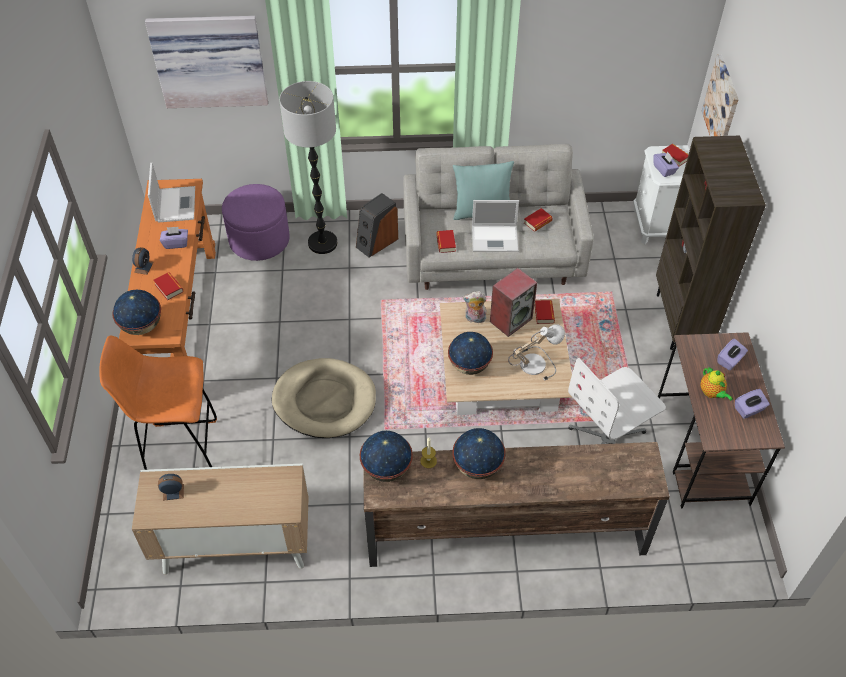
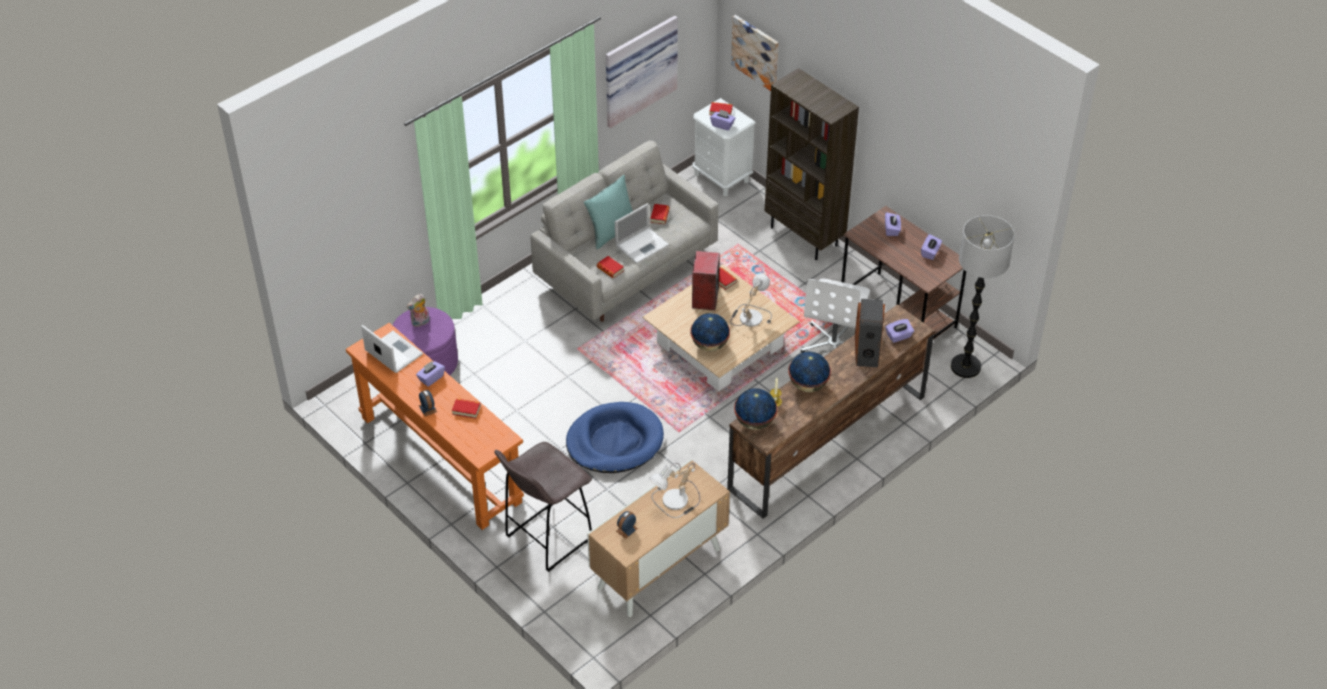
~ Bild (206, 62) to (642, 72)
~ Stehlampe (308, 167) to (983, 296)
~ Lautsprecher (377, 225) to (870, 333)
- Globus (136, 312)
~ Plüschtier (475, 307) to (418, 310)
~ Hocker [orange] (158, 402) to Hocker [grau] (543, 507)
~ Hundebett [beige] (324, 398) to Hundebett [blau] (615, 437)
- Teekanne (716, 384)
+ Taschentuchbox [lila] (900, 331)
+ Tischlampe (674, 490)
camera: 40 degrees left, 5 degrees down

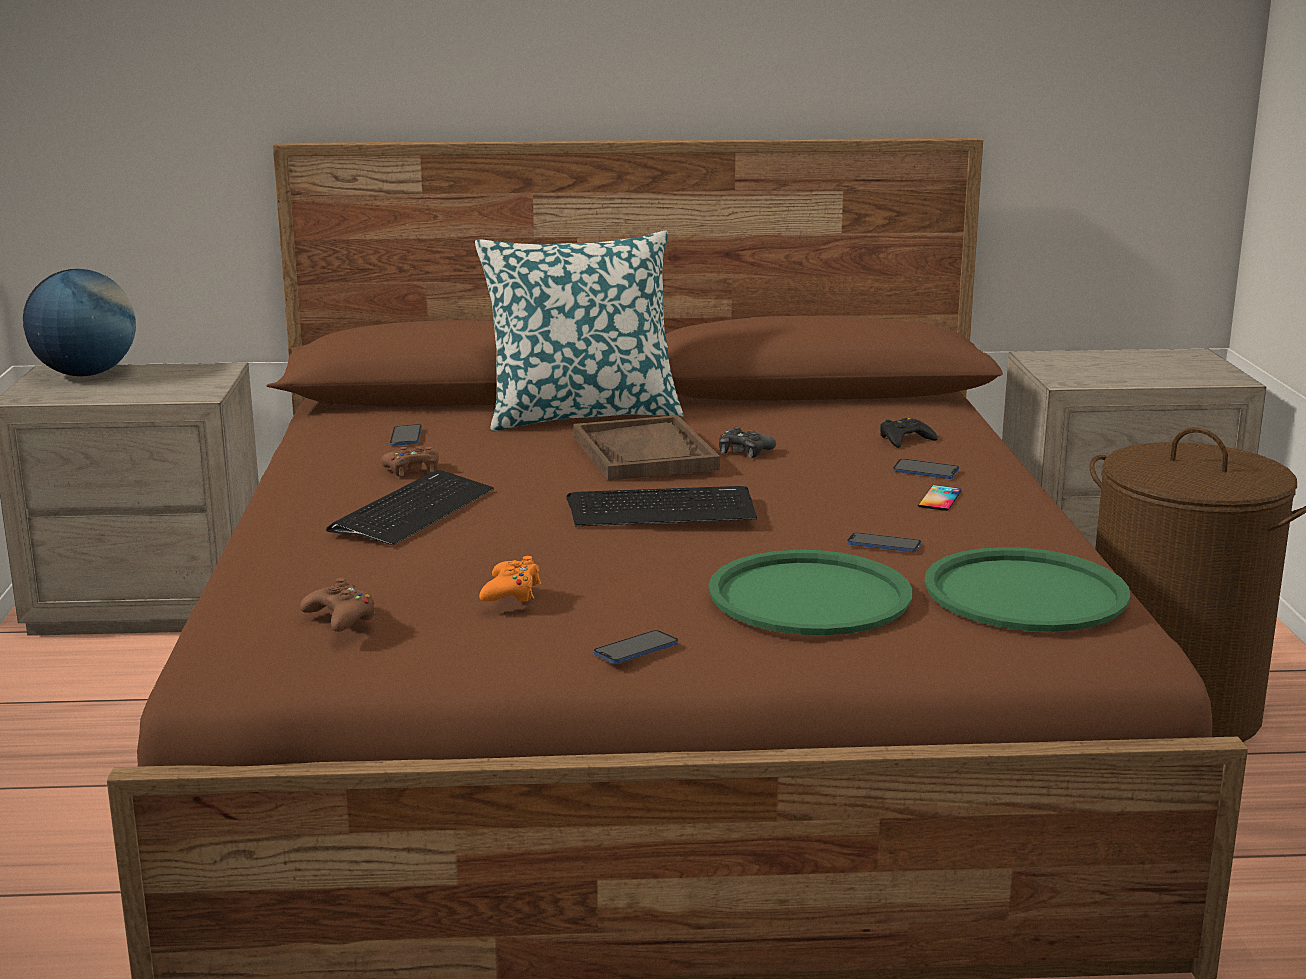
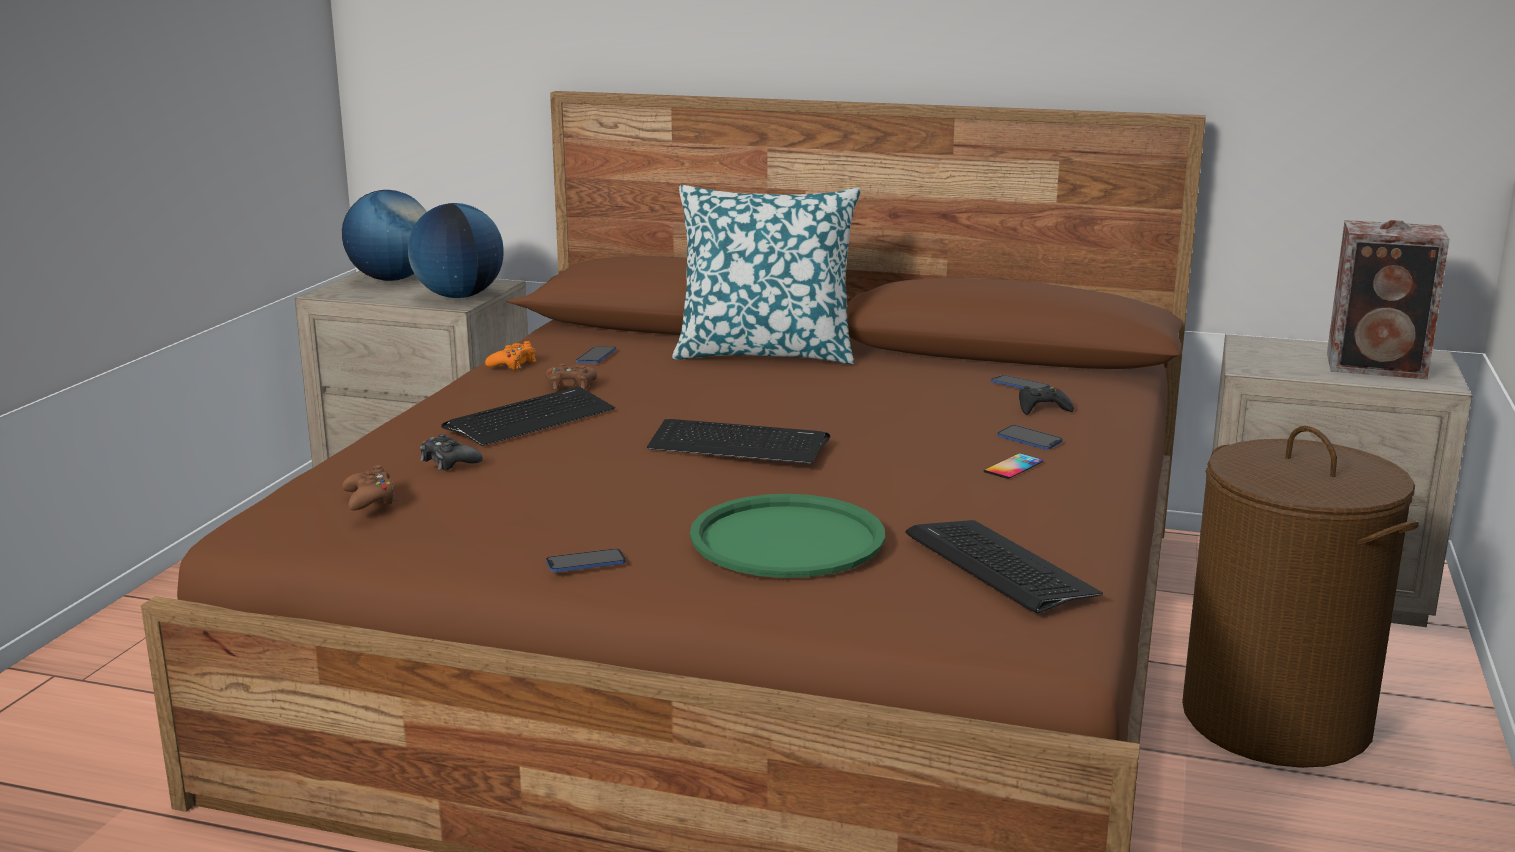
- Tablett [braun] (646, 447)
~ Gamepad [schwarz] (747, 442) to (451, 452)
~ Handy (884, 542) to (1020, 382)
~ Tablett [grün] (1027, 589) to Tastatur (1004, 566)
~ Gamepad [orange] (510, 579) to (510, 355)
+ Globus (455, 250)
+ Lautsprecher (1388, 299)
camera: 20 degrees right, 0 degrees up

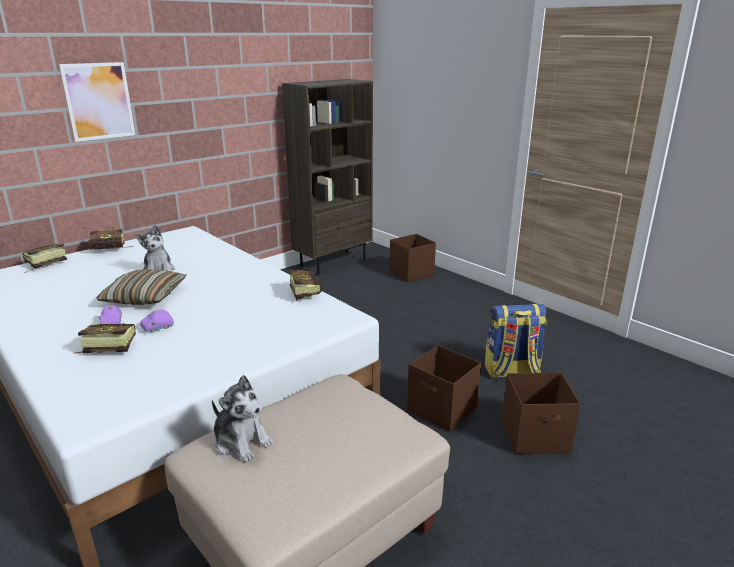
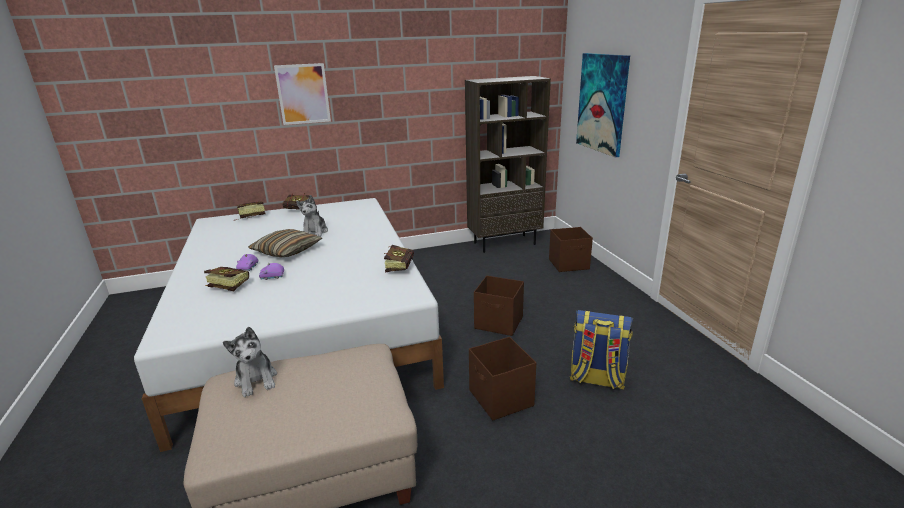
~ Aufbewahrungsbox [braun] (541, 413) to (499, 306)
+ Bild (603, 105)
camera: 25 degrees right, 0 degrees up

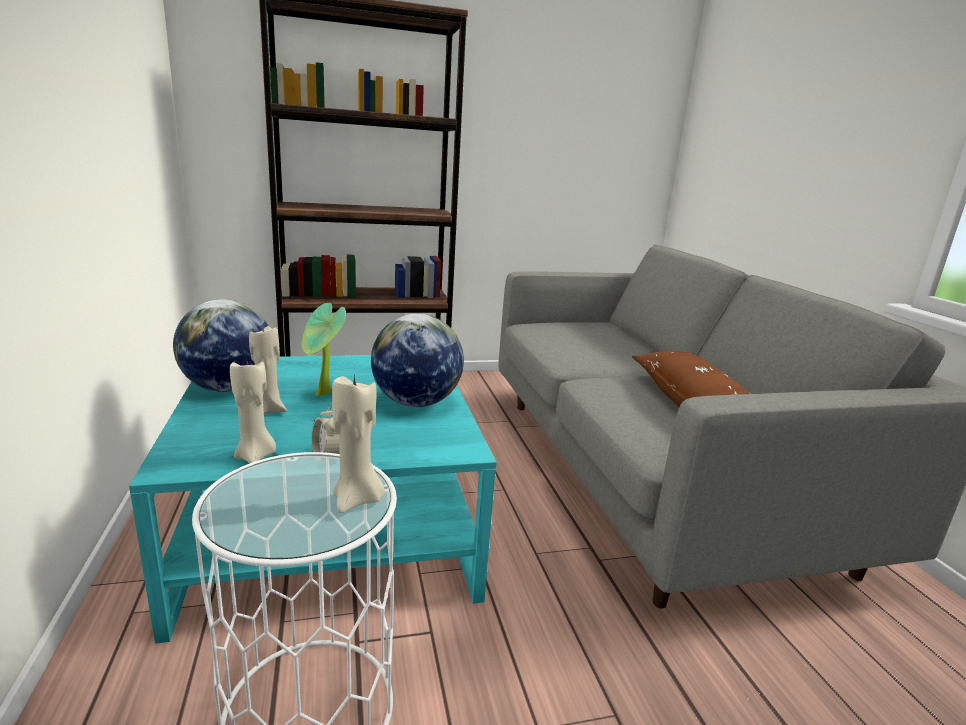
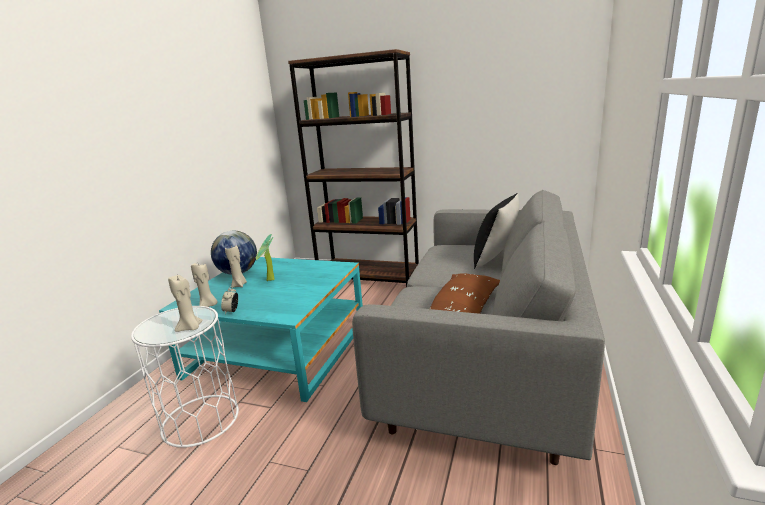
- Globus (417, 360)
+ Kissen [schwarz] (496, 231)
camera: 35 degrees right, 0 degrees up

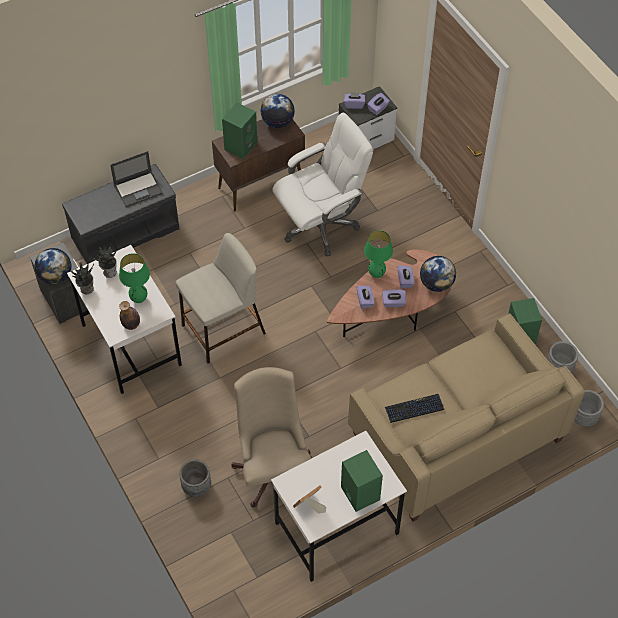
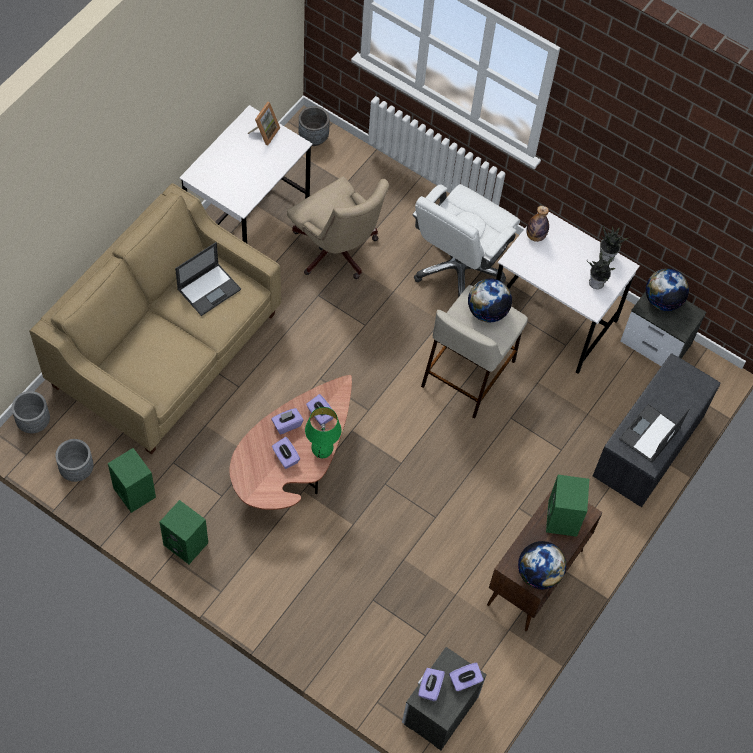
~ Bürostuhl [weiß] (323, 184) to (466, 240)
- Tischlampe [grün] (134, 278)
~ Globus (438, 274) to (490, 300)
~ Tastatur (414, 408) to Laptop (208, 279)
~ Lautsprecher [grün] (362, 481) to (184, 532)
~ Pflanzkübel [grau] (195, 478) to (313, 126)
camera: 150 degrees right, 5 degrees up

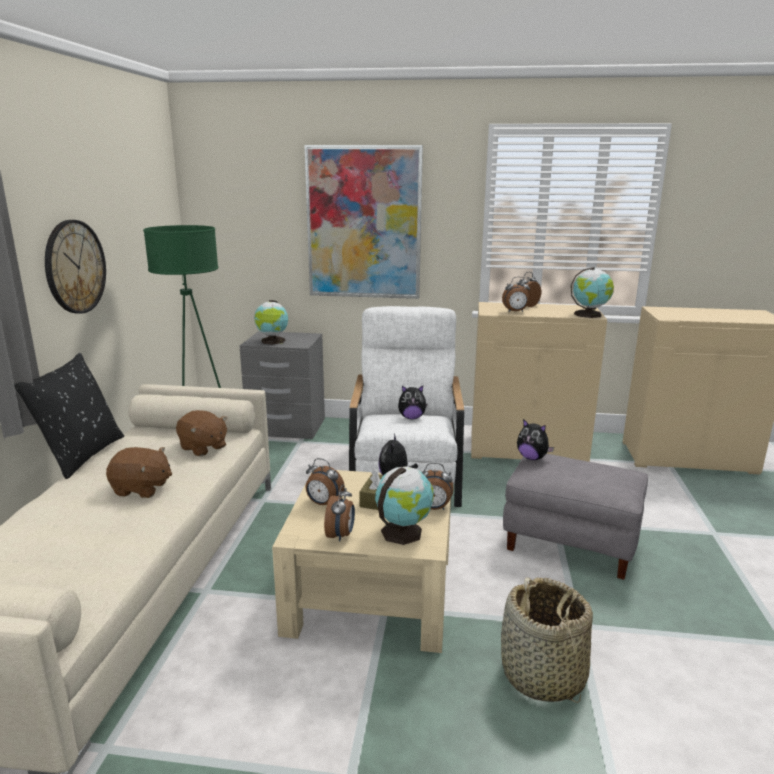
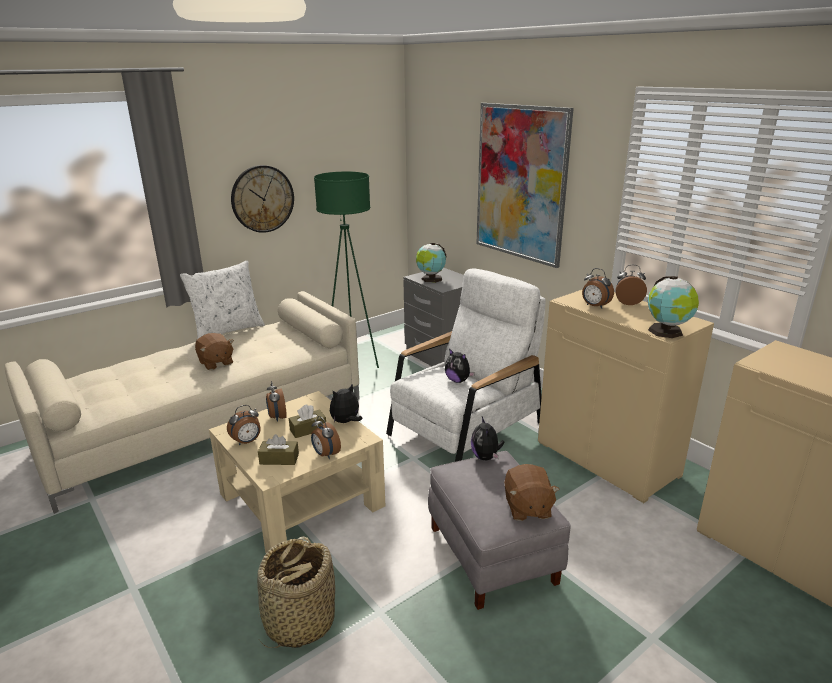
~ Kissen [schwarz] (69, 416) to Kissen [weiß] (222, 299)
~ Plüschtier [braun] (201, 433) to (531, 492)
~ Globus (404, 505) to Taschentuchbox [braun] (278, 449)
camera: 45 degrees right, 5 degrees up

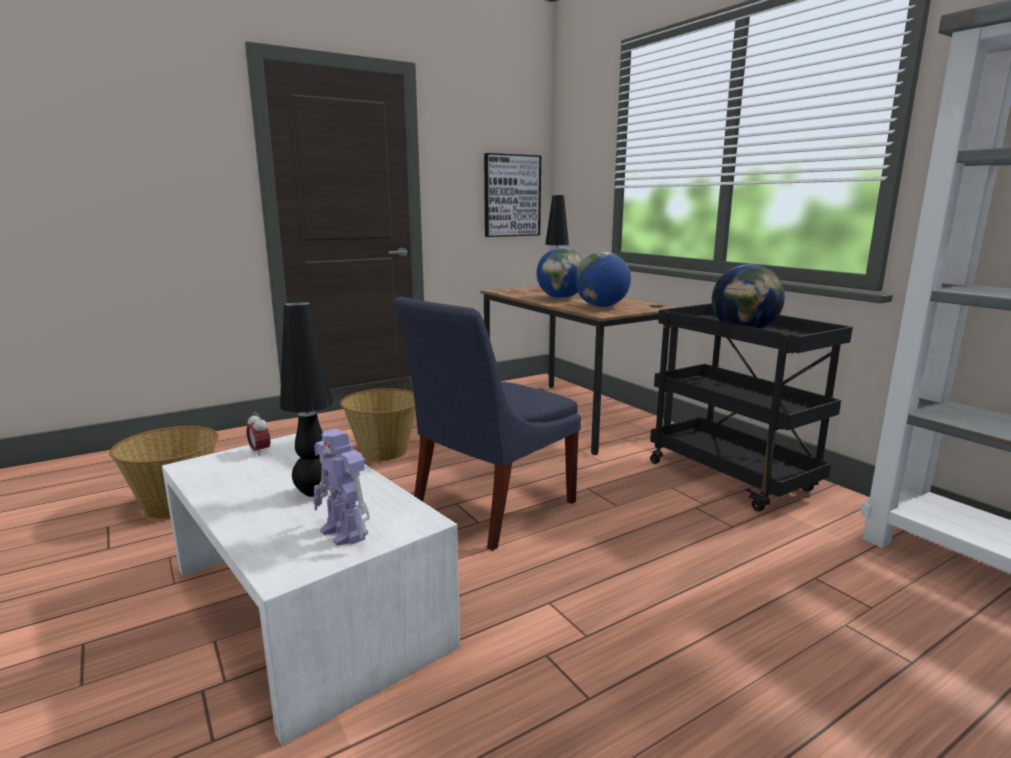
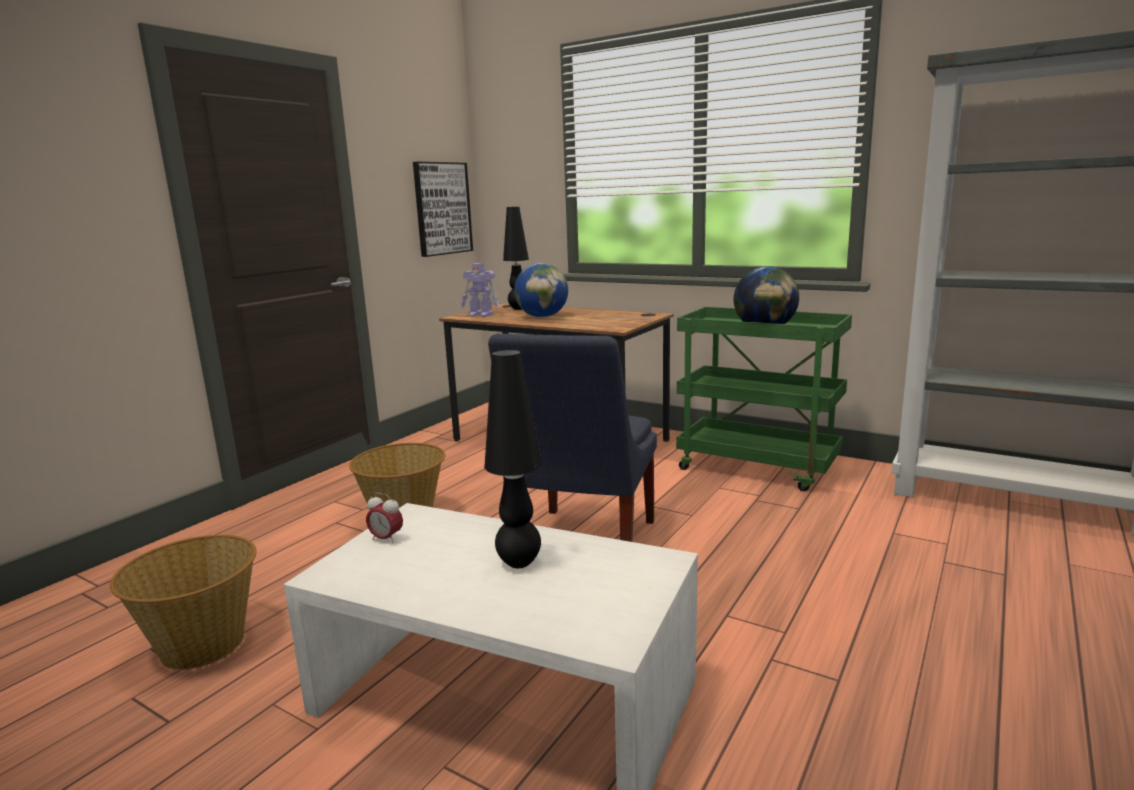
- Globus (603, 279)
~ Rollwagen [schwarz] (751, 407) to Rollwagen [grün] (764, 399)
~ Spielzeugroboter (341, 487) to (480, 290)
camera: 25 degrees left, 0 degrees up

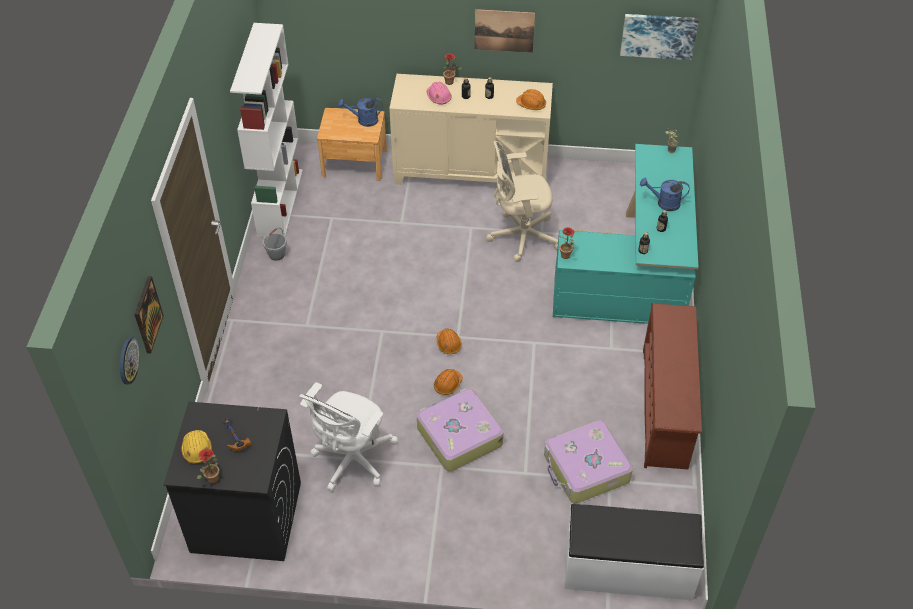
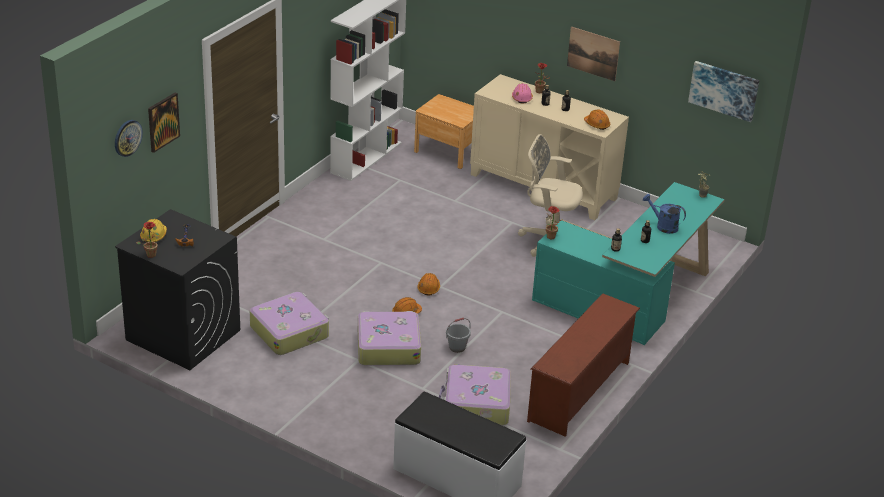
- Gießkanne [blau] (360, 112)
~ Eimer [grau] (275, 244) to (458, 335)
~ Bürostuhl [weiß] (348, 436) to Koffer (289, 323)
camera: 25 degrees right, 15 degrees down

